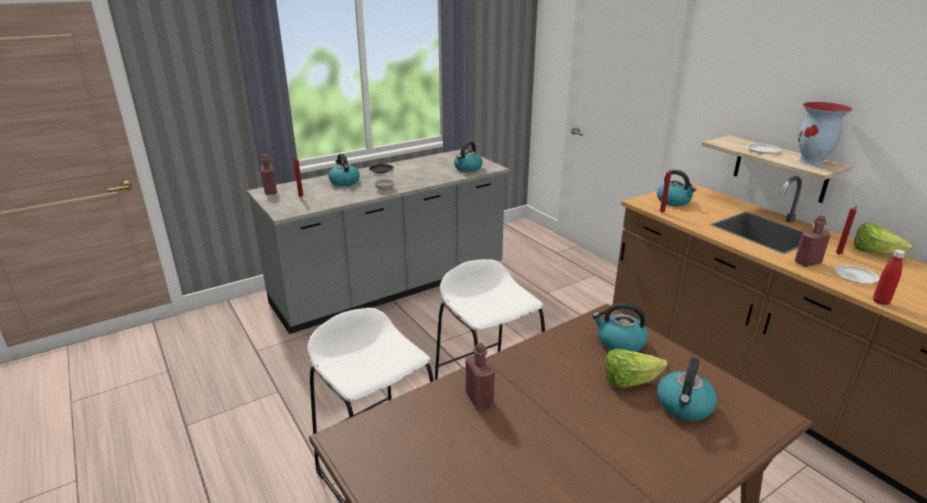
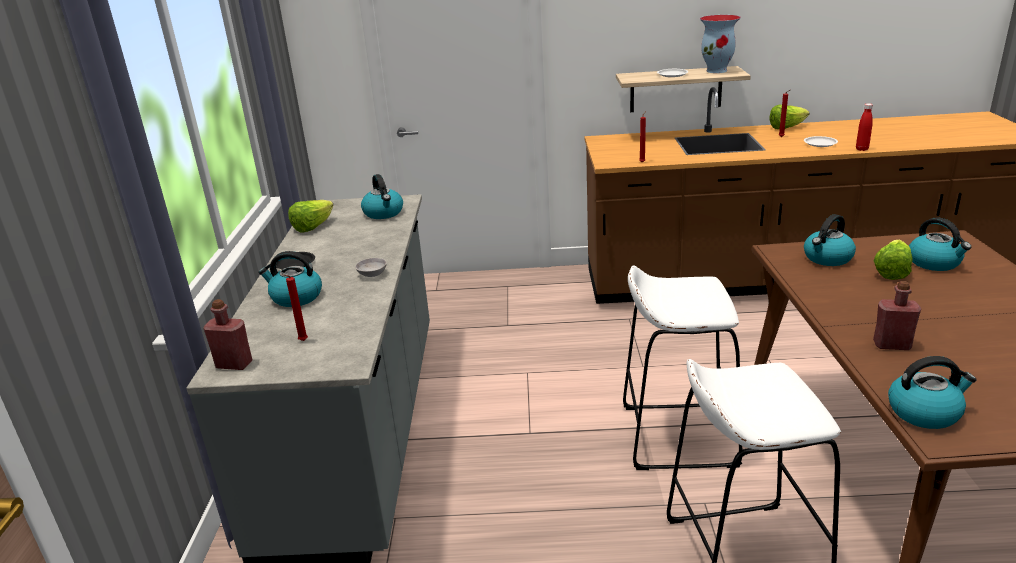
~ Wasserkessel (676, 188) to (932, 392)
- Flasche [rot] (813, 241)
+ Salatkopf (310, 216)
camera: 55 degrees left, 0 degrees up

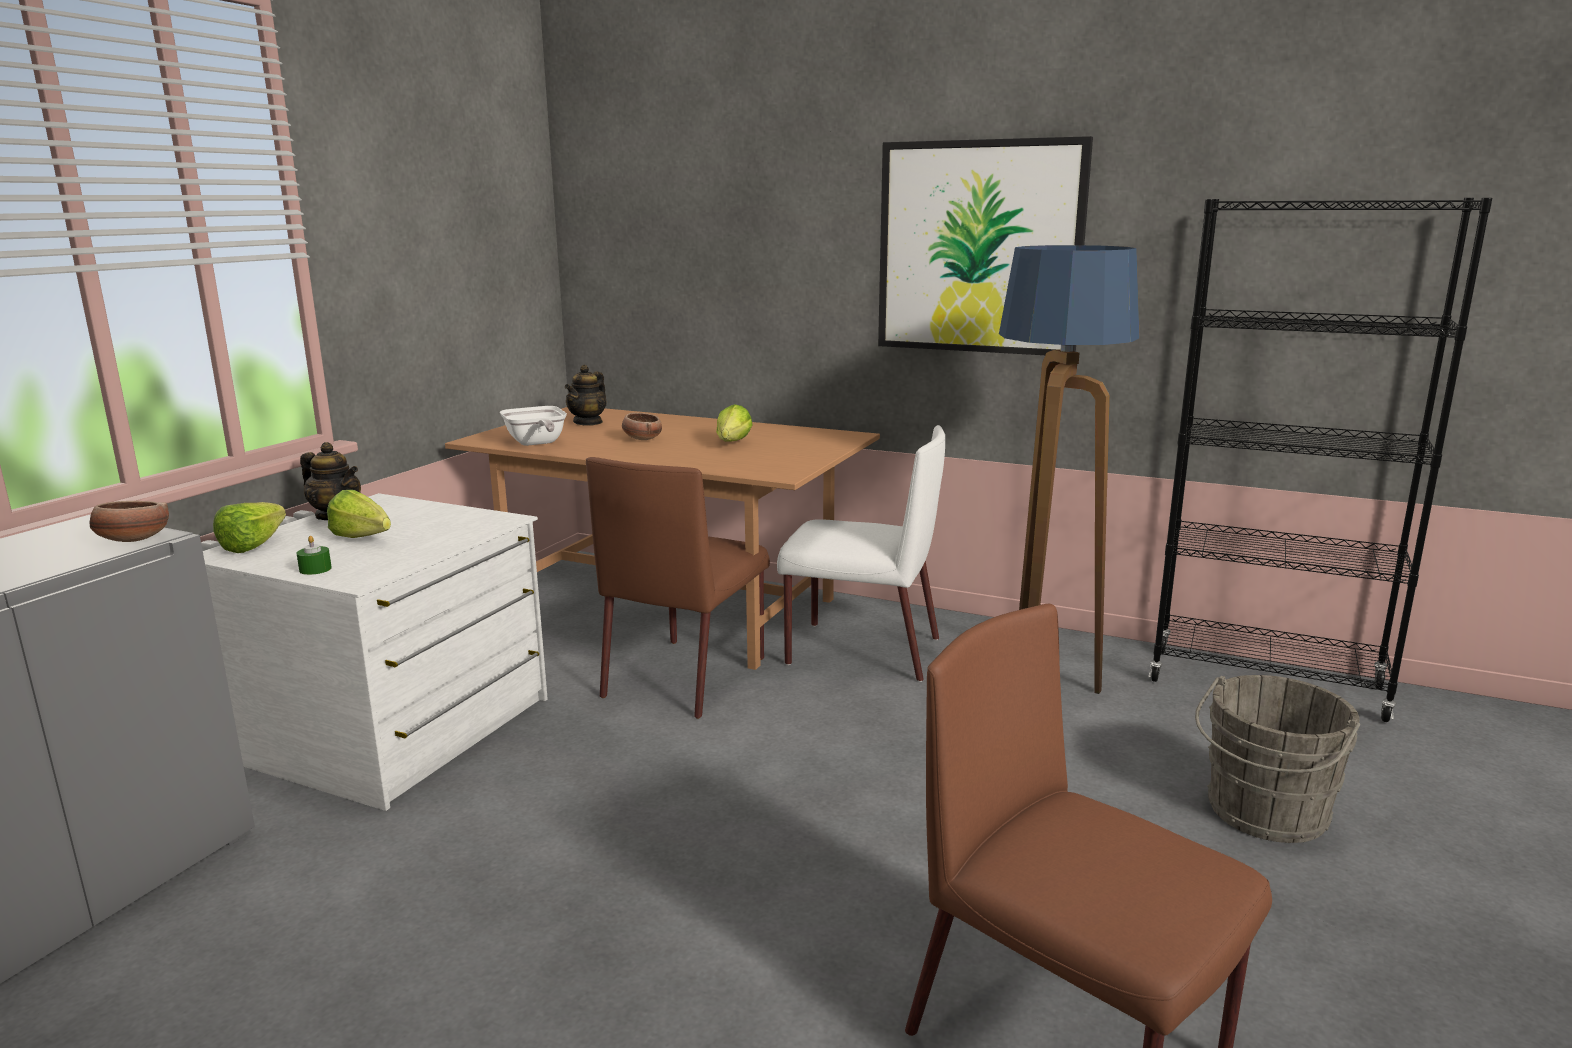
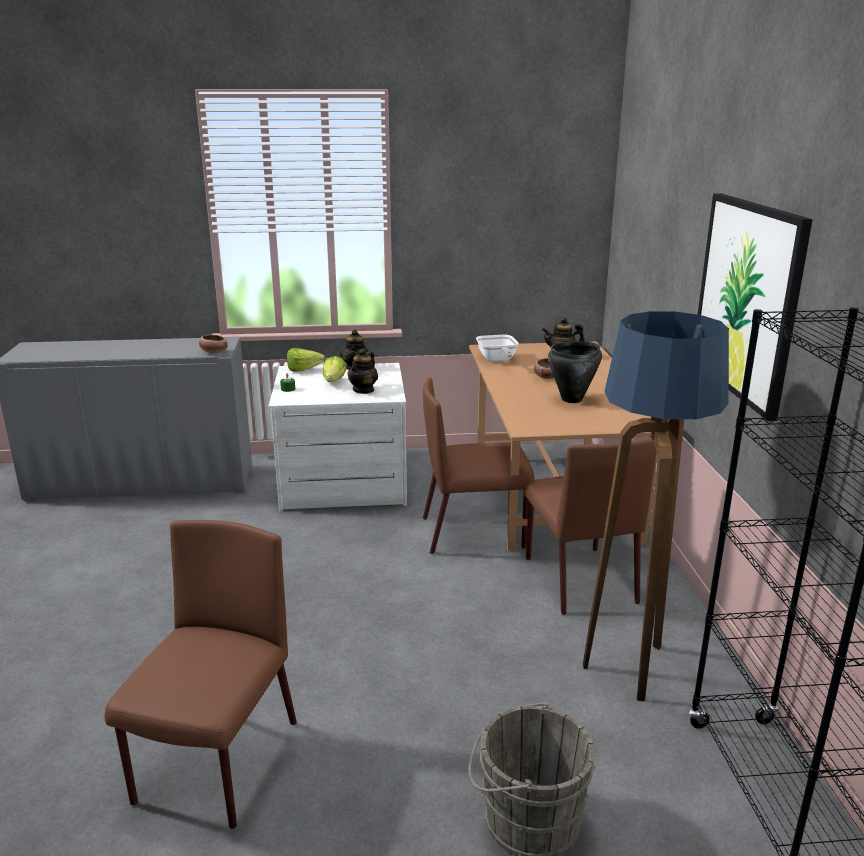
~ Salatkopf (734, 422) to Kochtopf [schwarz] (575, 372)
~ Pfanne (533, 426) = (497, 348) 45 degrees counterclockwise
~ Stuhl [weiß] (861, 553) to Stuhl [braun] (591, 526)
+ Teekanne (363, 371)
camera: 60 degrees right, 5 degrees up

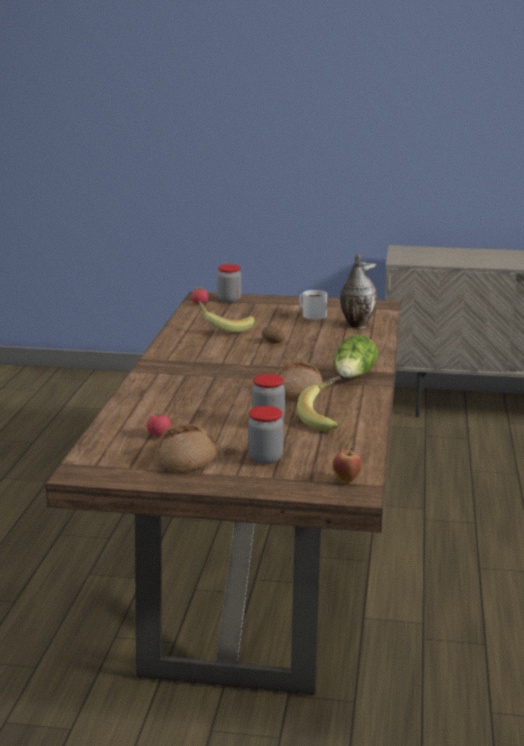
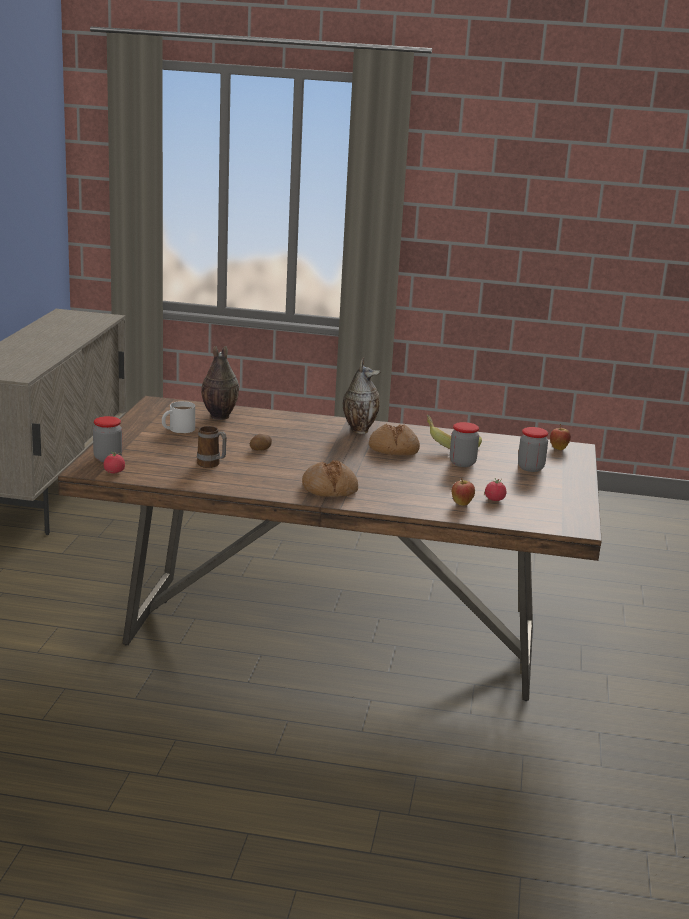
~ Banane (226, 317) to Henkelbecher (212, 447)
~ Salatkopf (356, 356) to Vase (362, 395)
~ Brot (187, 448) to (330, 478)
+ Apfel (463, 492)
camera: 90 degrees left, 0 degrees up

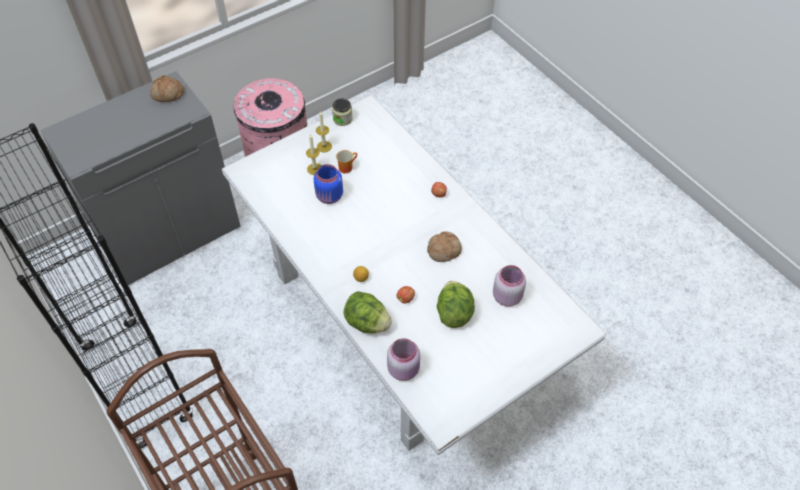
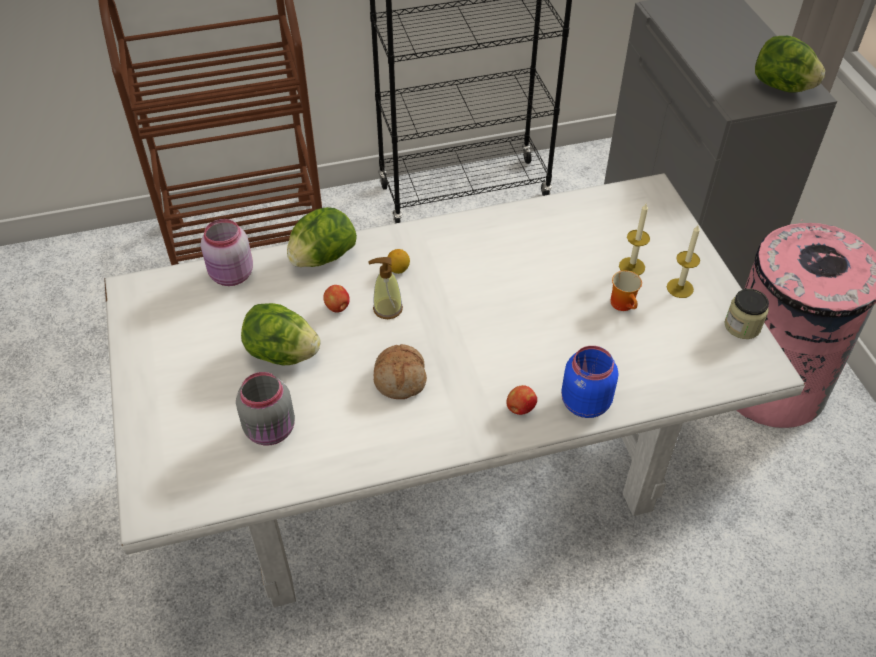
~ Brot (167, 88) to Salatkopf (790, 64)
~ Vorratsglas [blau] (328, 184) to (589, 382)
~ Vorratsglas [rosa] (509, 286) to Vorratsglas [grau] (265, 408)
+ Seifenspender (386, 288)
camera: 110 degrees right, 5 degrees down

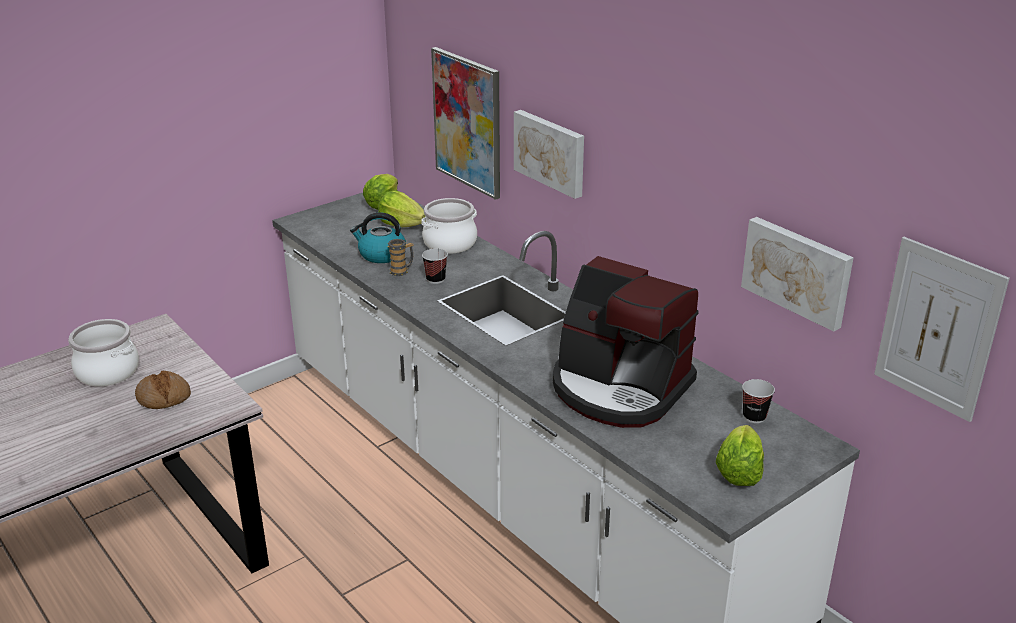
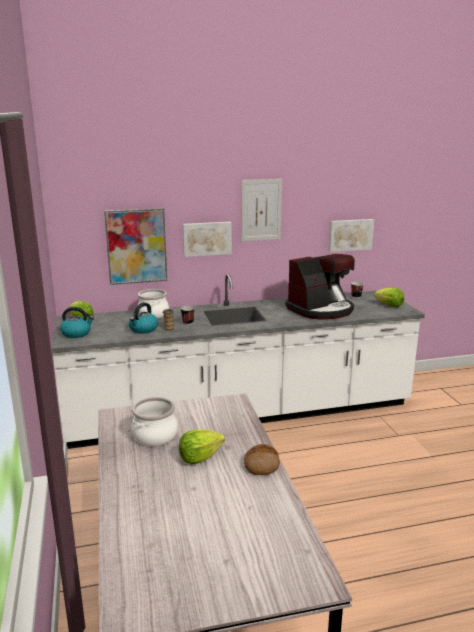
~ Salatkopf (401, 208) to (202, 447)
~ Bild (942, 329) to (261, 210)
~ Brot (163, 390) to (262, 459)
+ Wasserkessel (77, 322)
camera: 65 degrees left, 10 degrees down

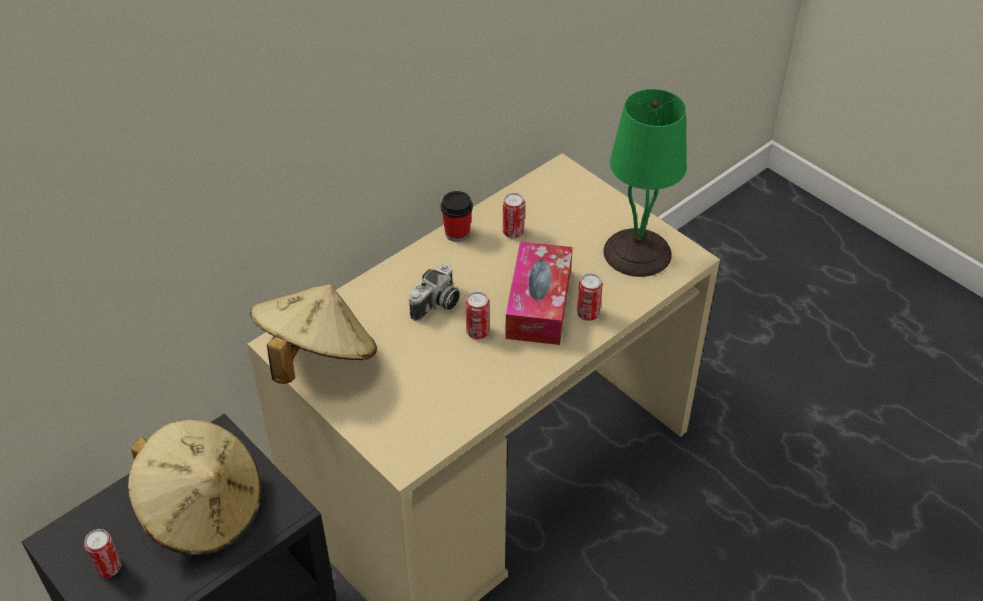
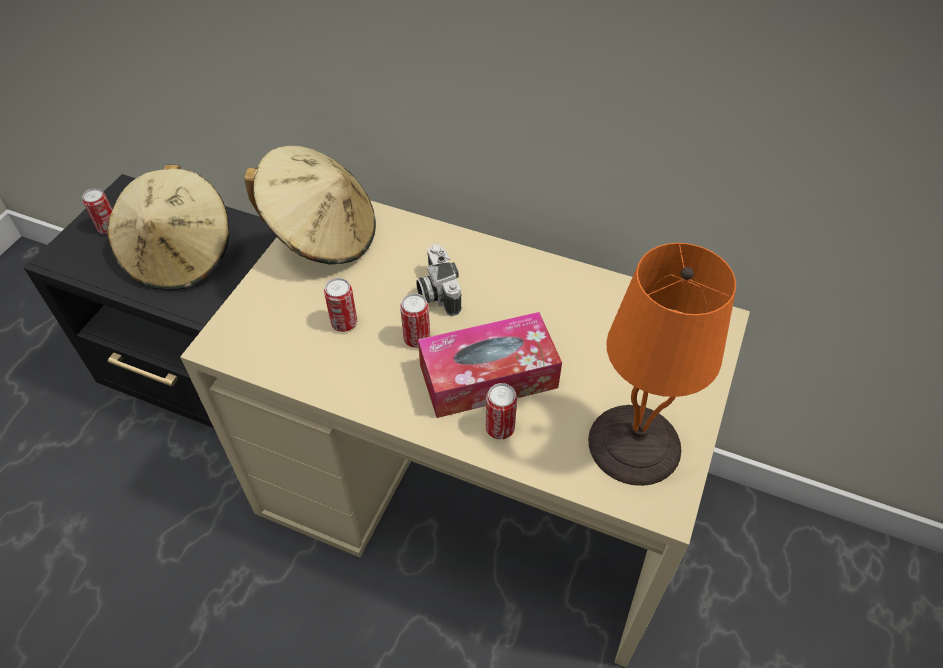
~ Tischlampe [grün] (645, 183) to Tischlampe [orange] (662, 364)
- Tasse (457, 216)
~ Dose (514, 215) to (340, 305)
~ Kamera (434, 292) = (439, 280) 60 degrees clockwise
camera: 65 degrees right, 5 degrees up

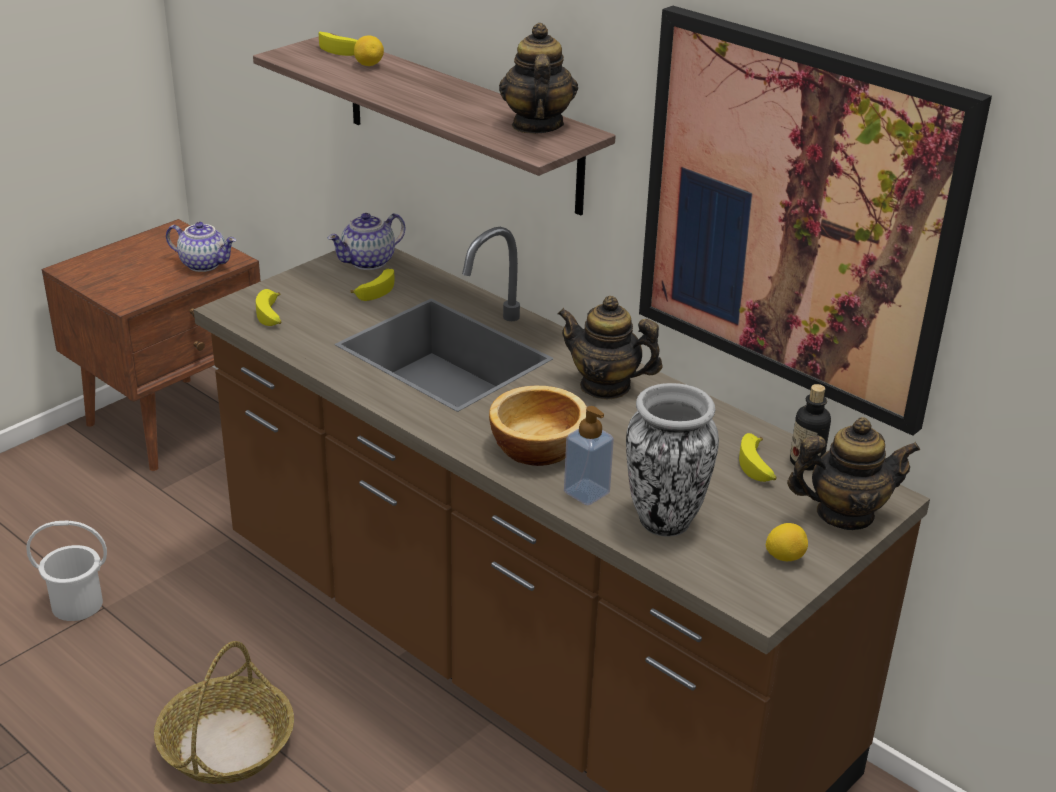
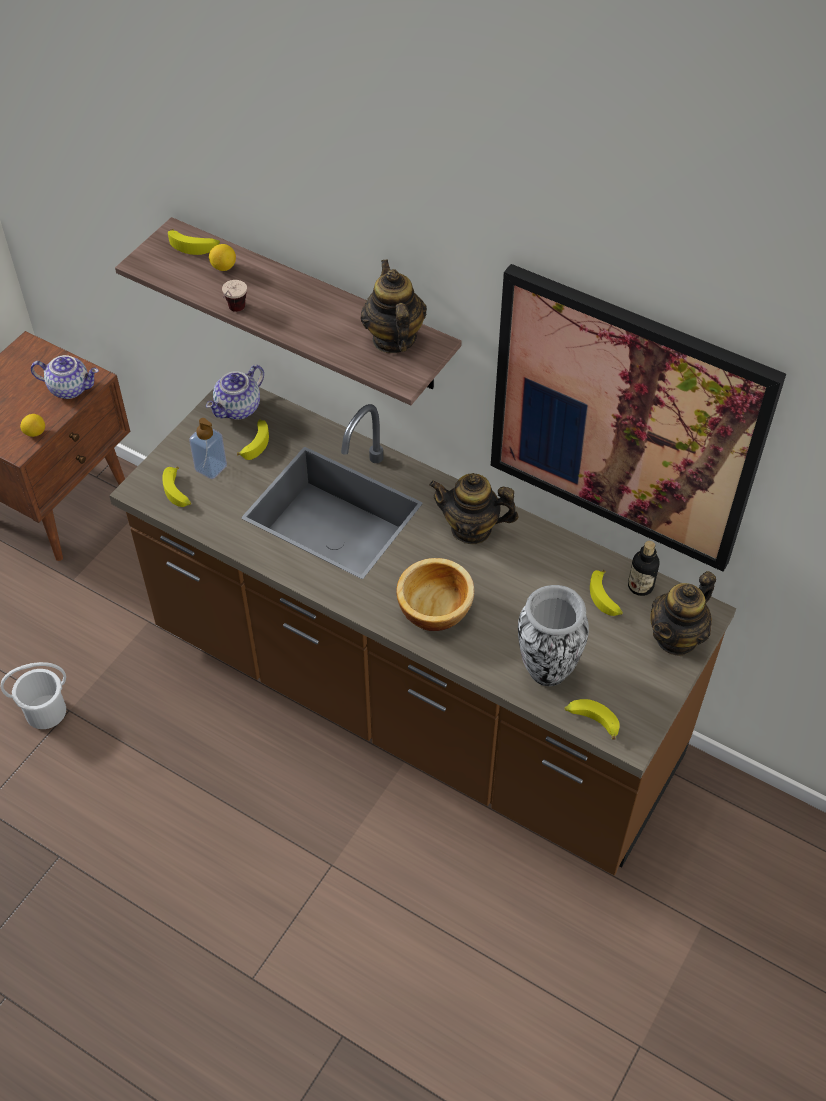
~ Seifenspender (589, 455) to (208, 448)
~ Teekanne (853, 473) = (683, 613) 150 degrees clockwise
~ Zitrone (787, 542) to (32, 425)
- Korb (224, 712)
+ Tasse (234, 296)
+ Banane (592, 719)
camera: 10 degrees left, 20 degrees up

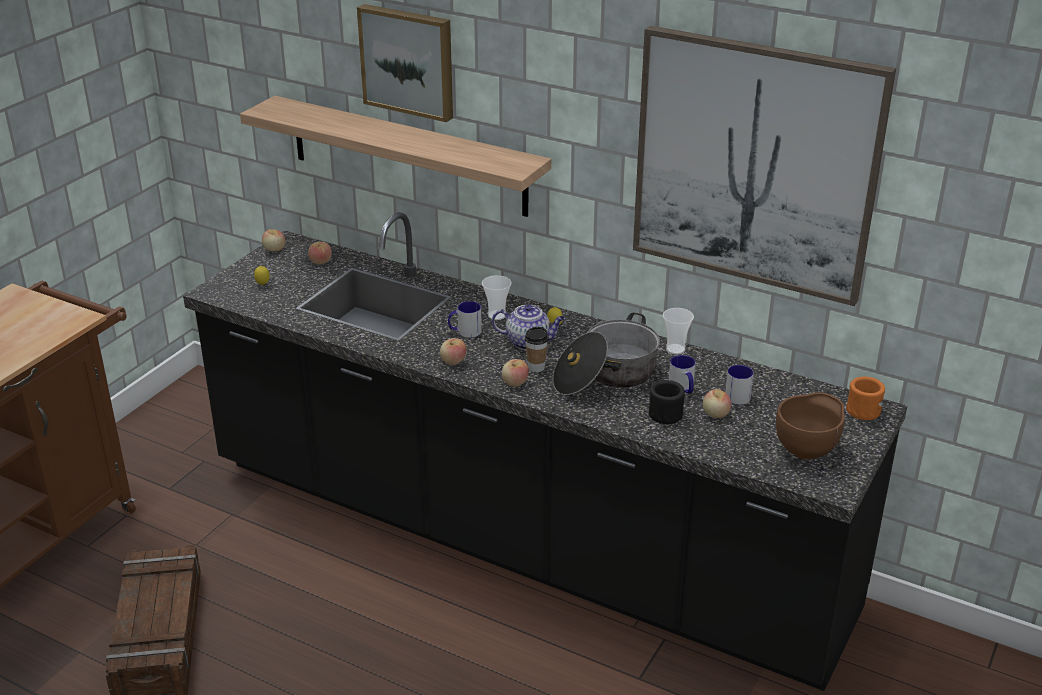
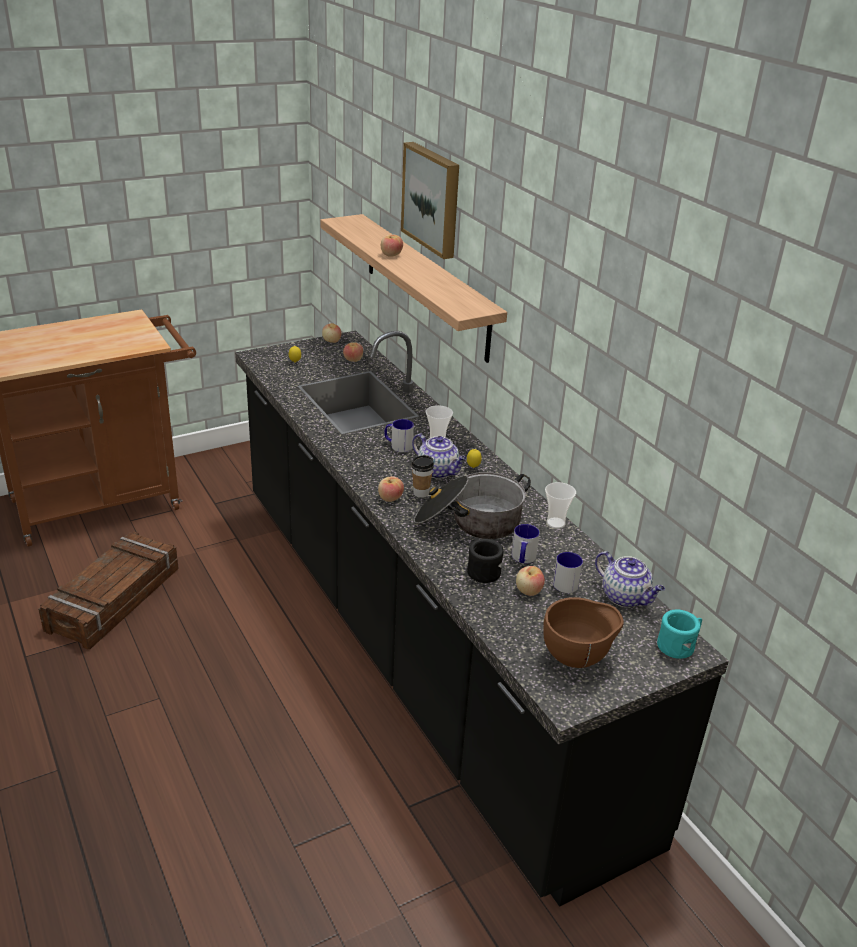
- Bild (764, 166)
~ Apfel (453, 351) to (392, 245)
~ Henkelbecher [orange] (865, 398) to Henkelbecher [türkis] (679, 634)
+ Teekanne (630, 579)
camera: 30 degrees right, 0 degrees up

